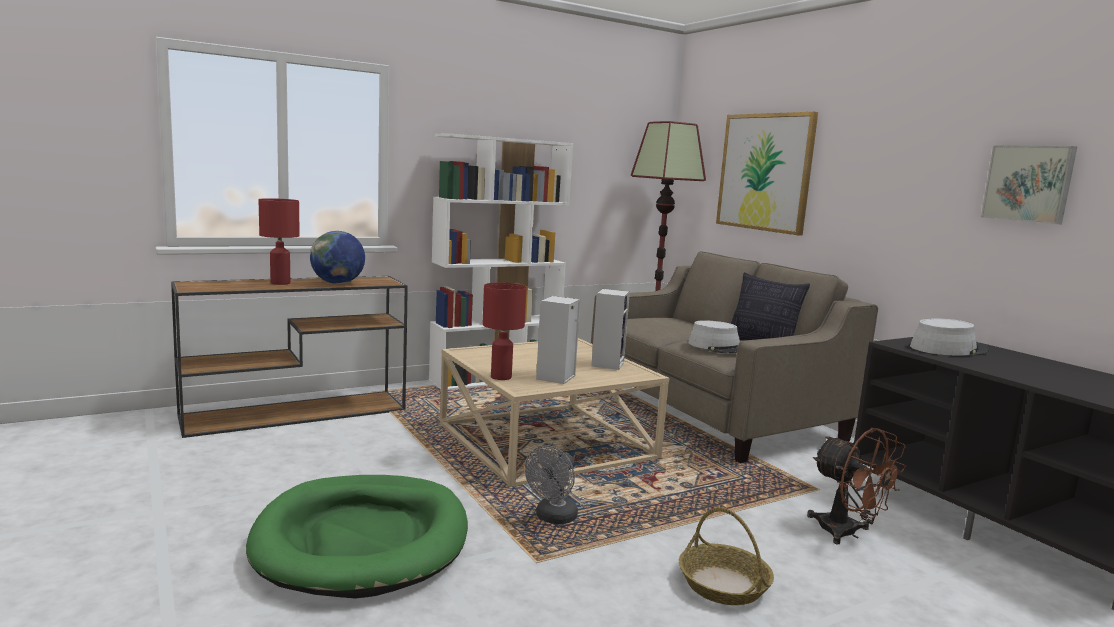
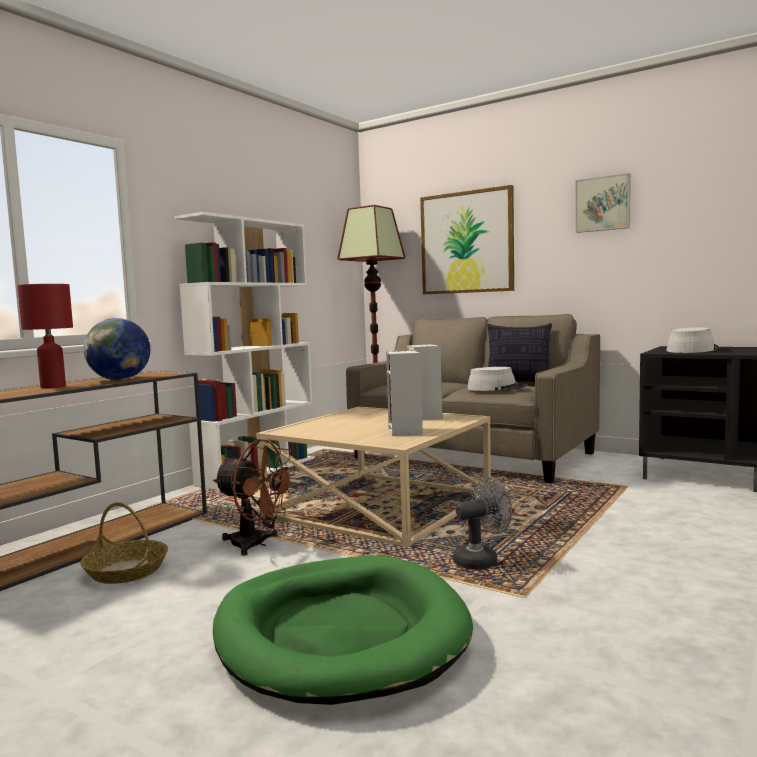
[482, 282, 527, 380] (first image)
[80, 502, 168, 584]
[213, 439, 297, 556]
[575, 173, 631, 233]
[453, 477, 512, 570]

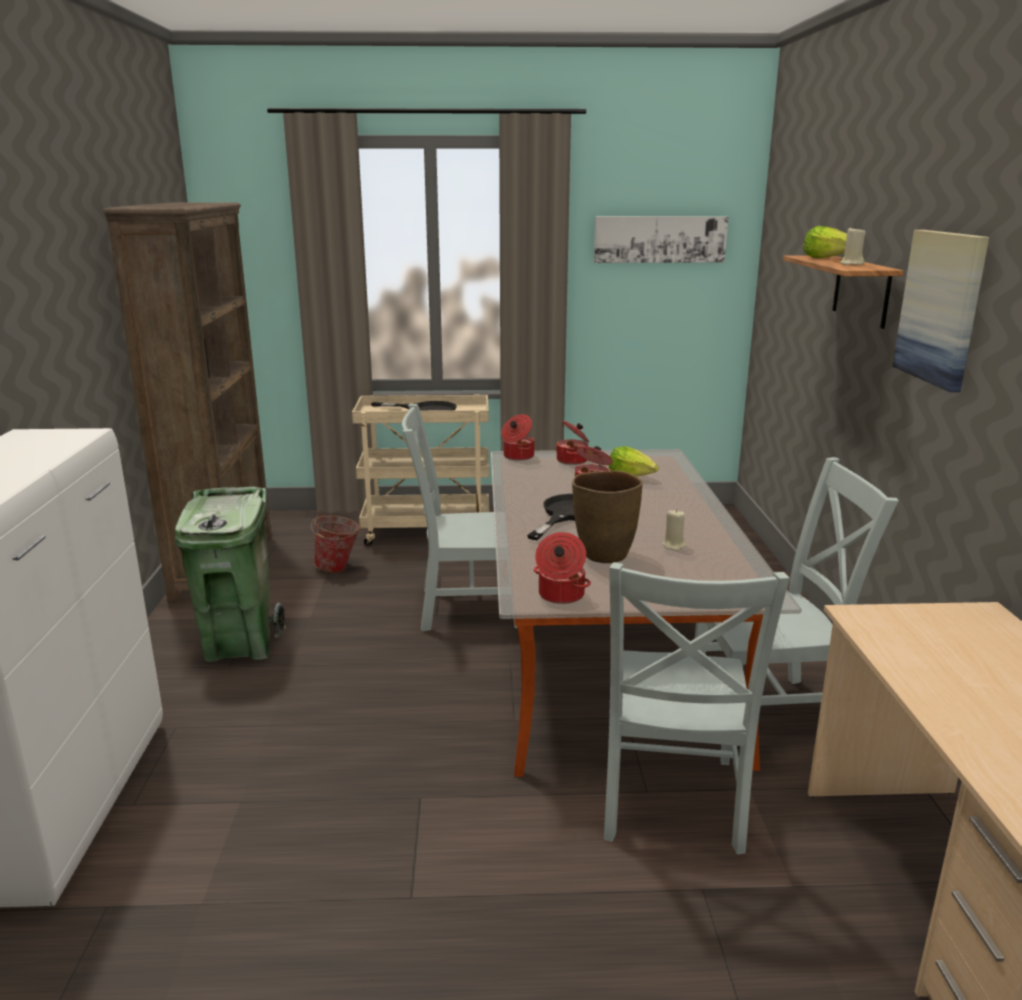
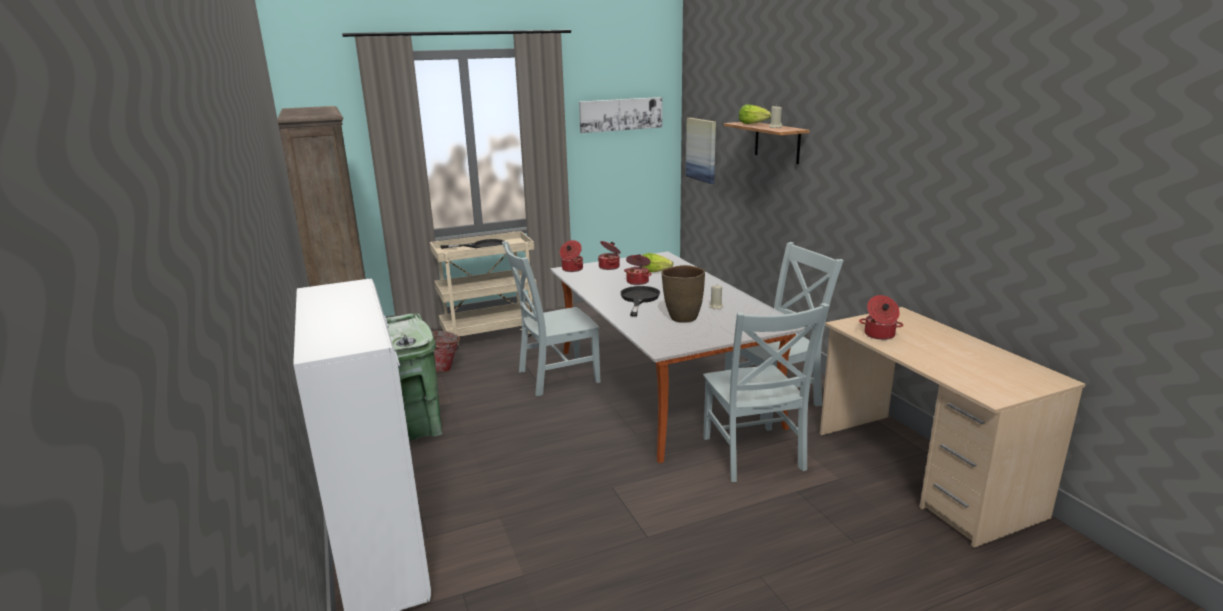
[859, 295, 903, 340]
[686, 118, 716, 184]

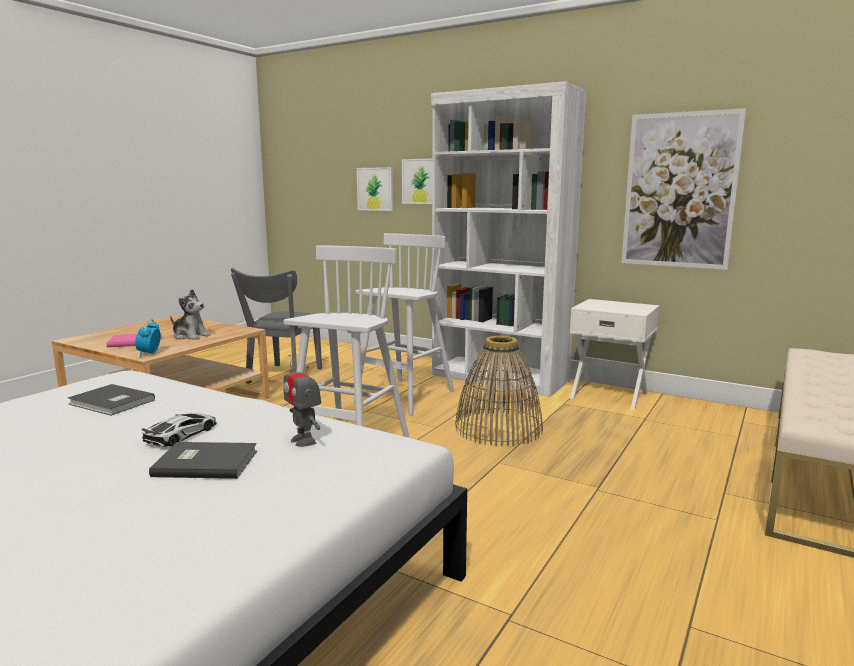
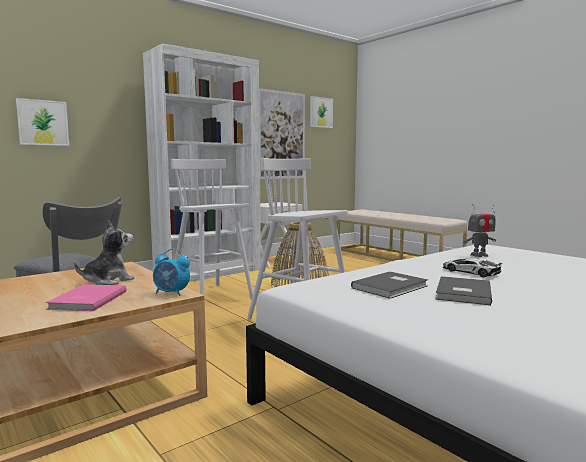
[436, 276, 492, 305]
[310, 96, 333, 128]

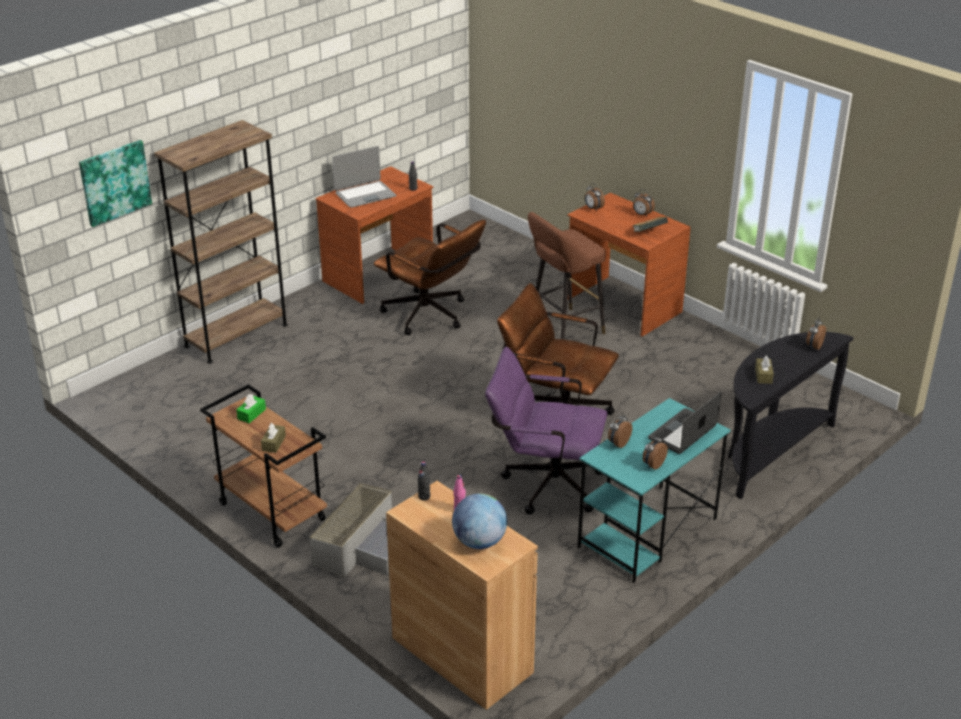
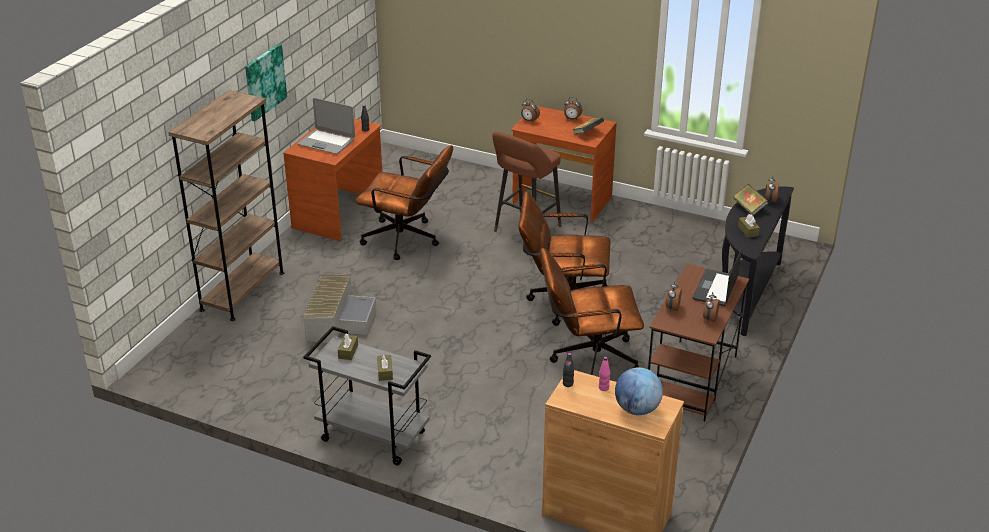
[733, 184, 769, 216]
[245, 43, 287, 121]
[303, 274, 377, 343]
[304, 326, 431, 465]
[338, 333, 358, 360]
[540, 248, 644, 375]
[648, 264, 749, 422]
[297, 98, 355, 154]

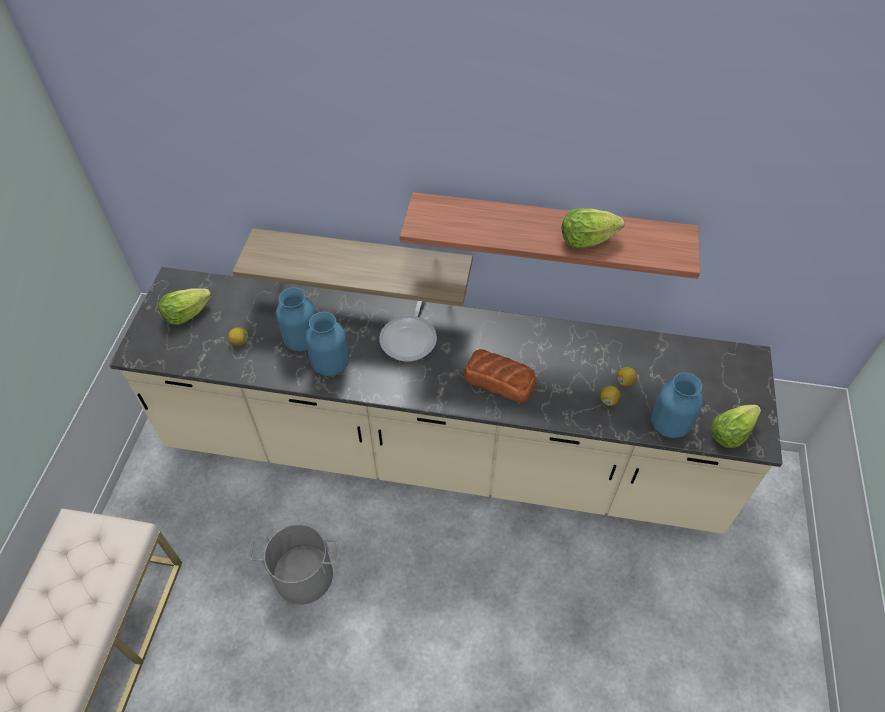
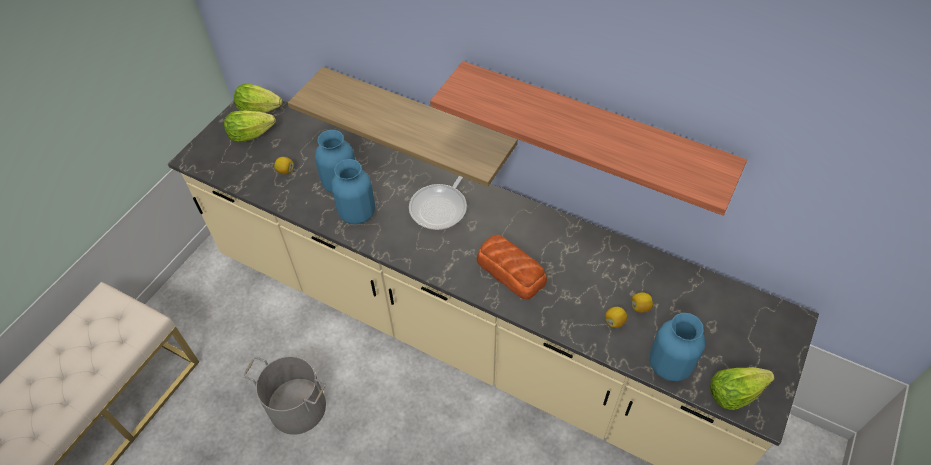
[234, 83, 282, 113]

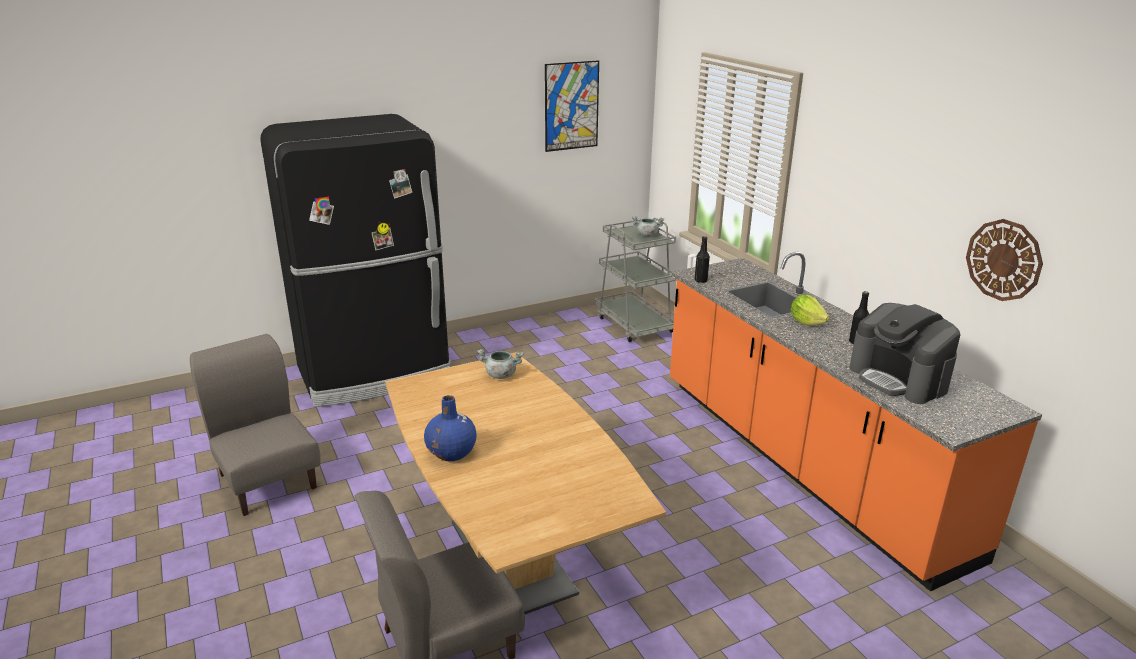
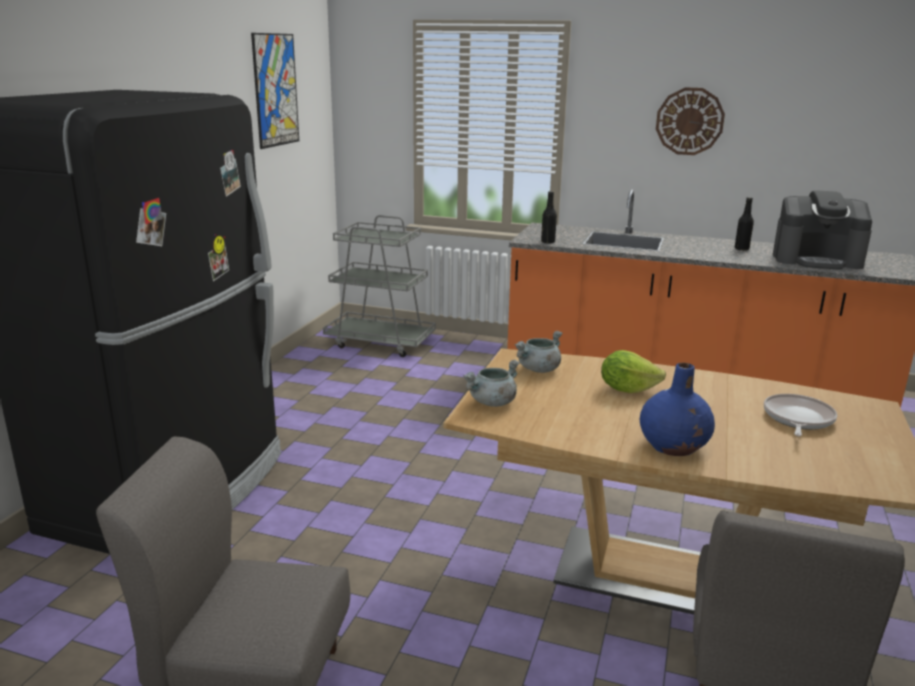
[764, 394, 837, 436]
[463, 360, 520, 407]
[601, 350, 666, 393]
[656, 87, 725, 155]

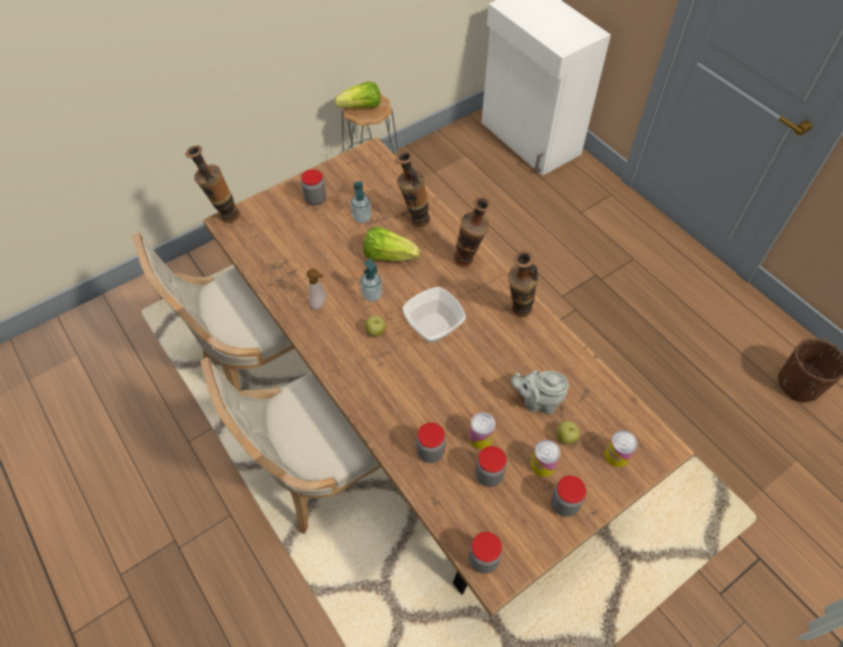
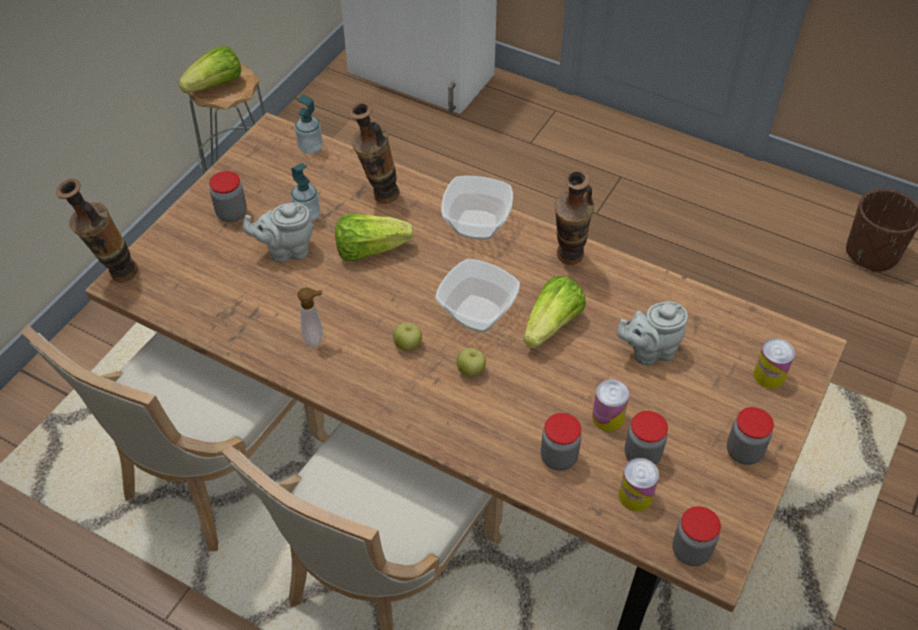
[243, 203, 314, 263]
[524, 276, 586, 348]
[295, 94, 323, 154]
[619, 458, 659, 512]
[456, 348, 486, 377]
[441, 175, 513, 240]

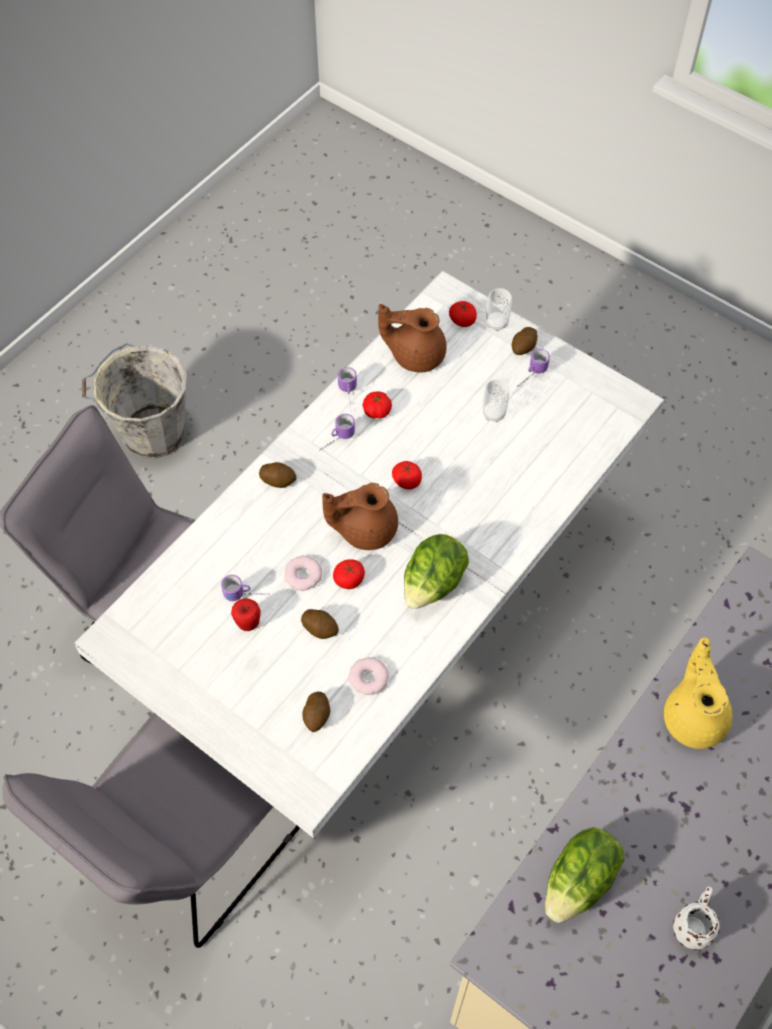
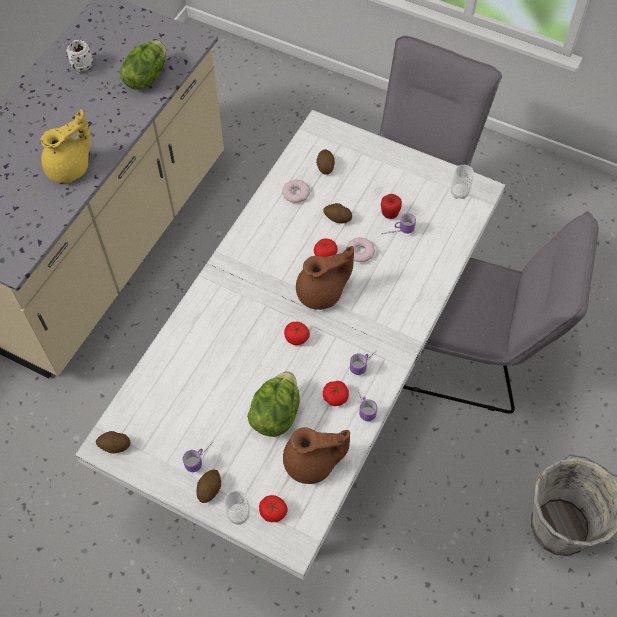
[96, 431, 131, 453]
[247, 371, 300, 437]
[451, 165, 474, 199]
[40, 109, 91, 183]

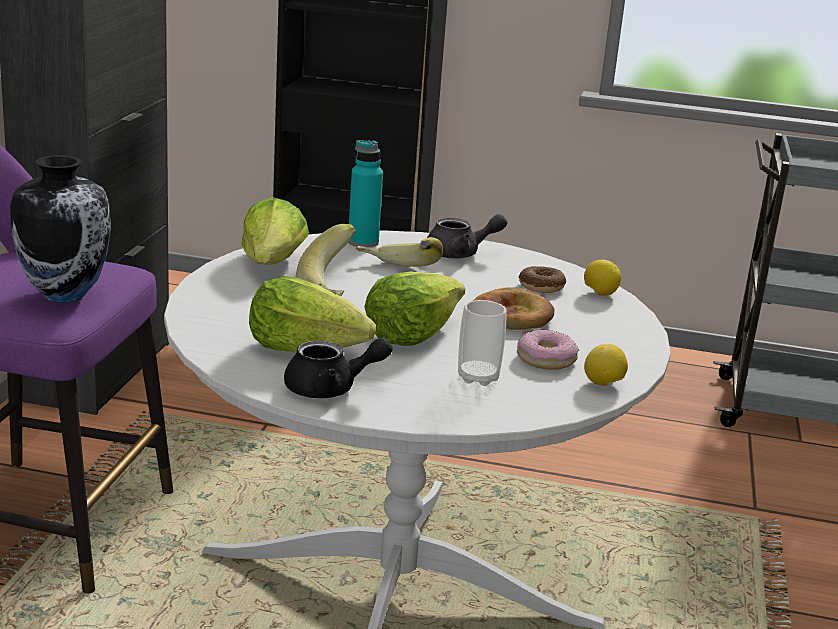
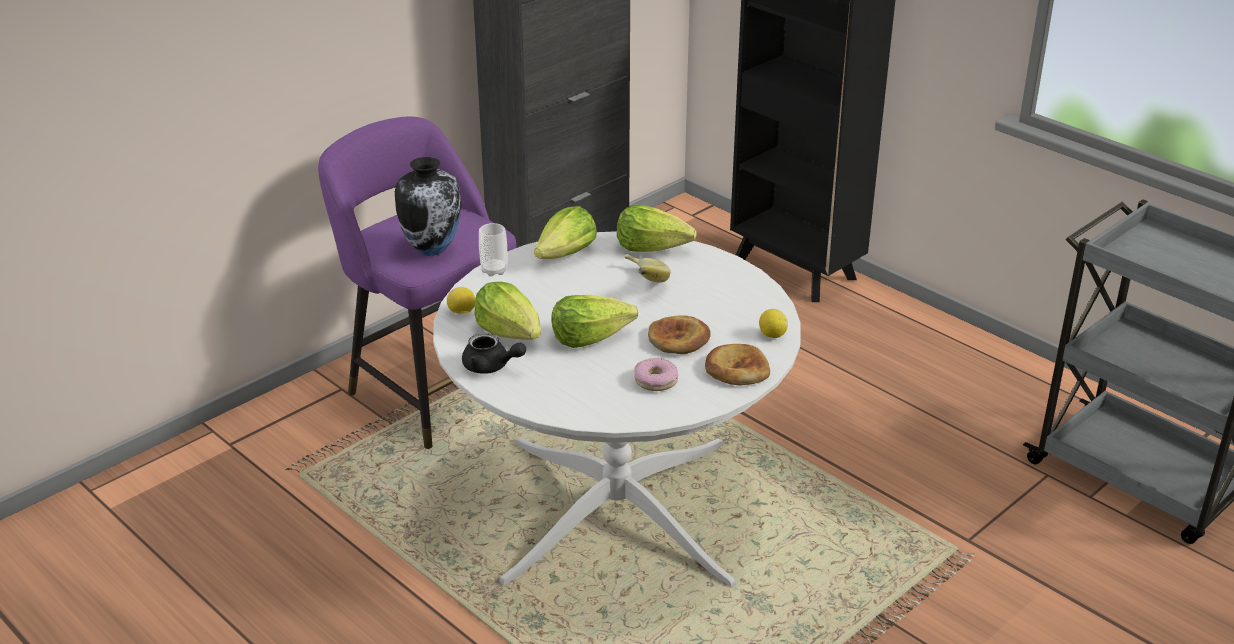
[296, 224, 356, 297] (first image)
[427, 214, 507, 259] (first image)
[518, 266, 566, 293] (first image)
[705, 344, 770, 385]
[479, 223, 507, 276]
[447, 287, 475, 314]
[617, 204, 697, 252]

